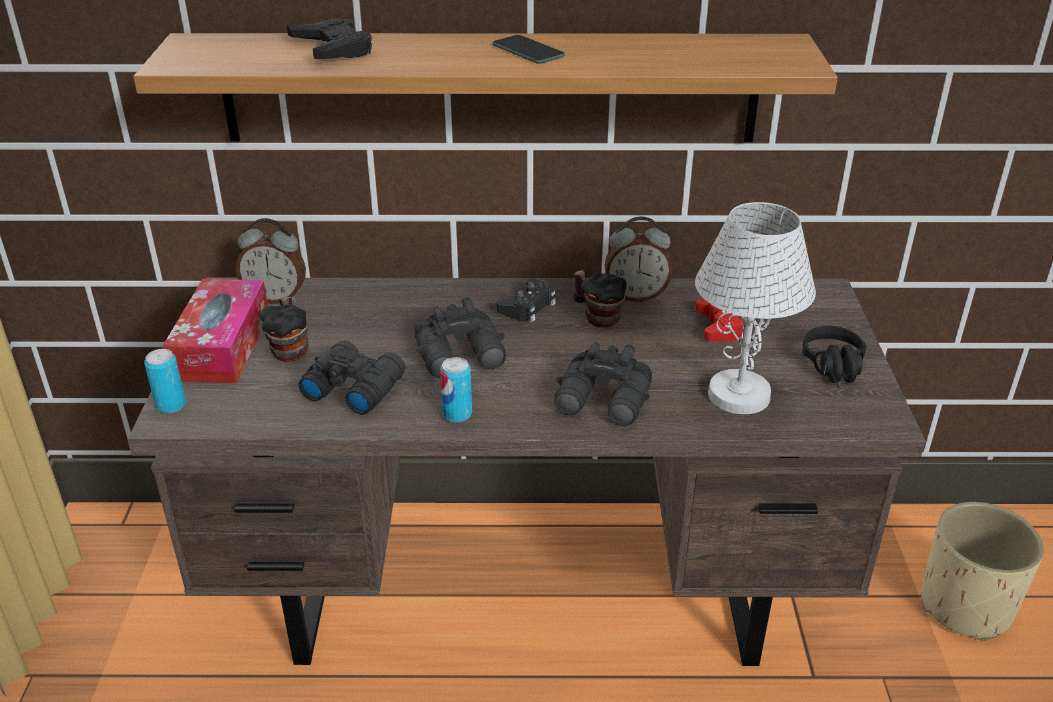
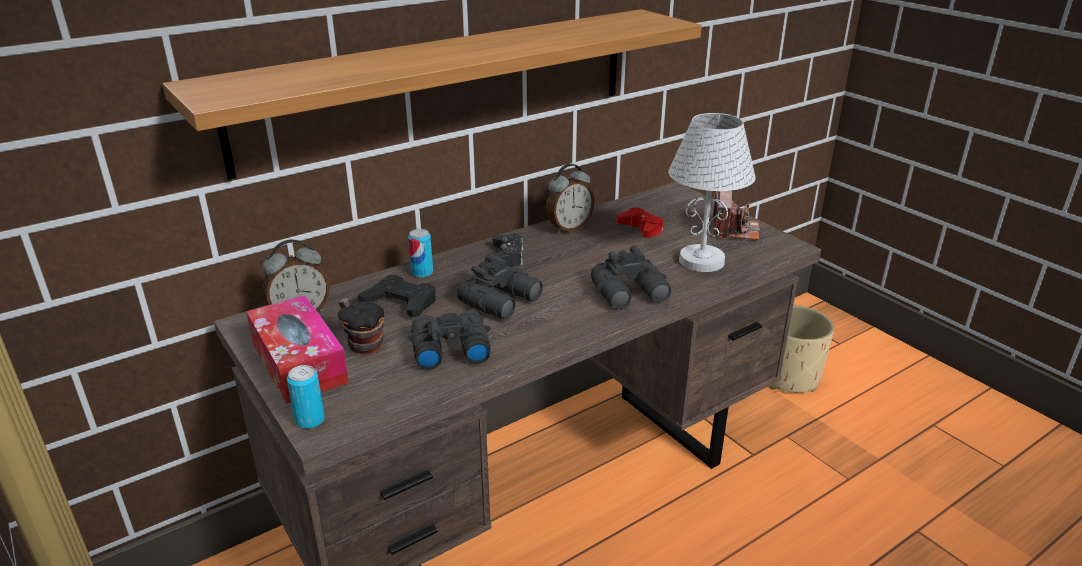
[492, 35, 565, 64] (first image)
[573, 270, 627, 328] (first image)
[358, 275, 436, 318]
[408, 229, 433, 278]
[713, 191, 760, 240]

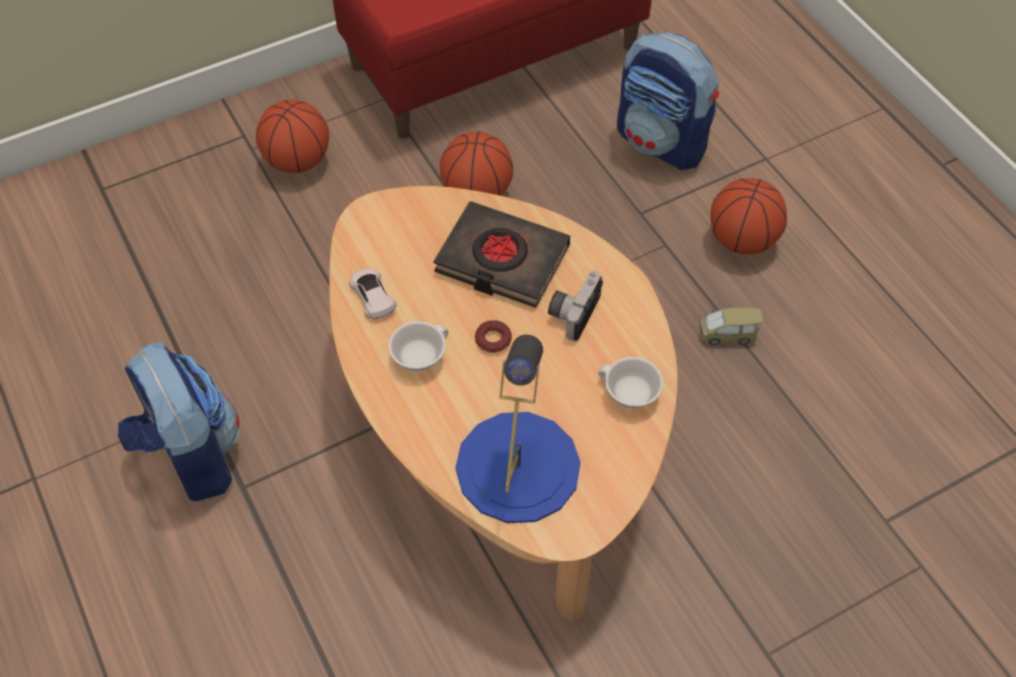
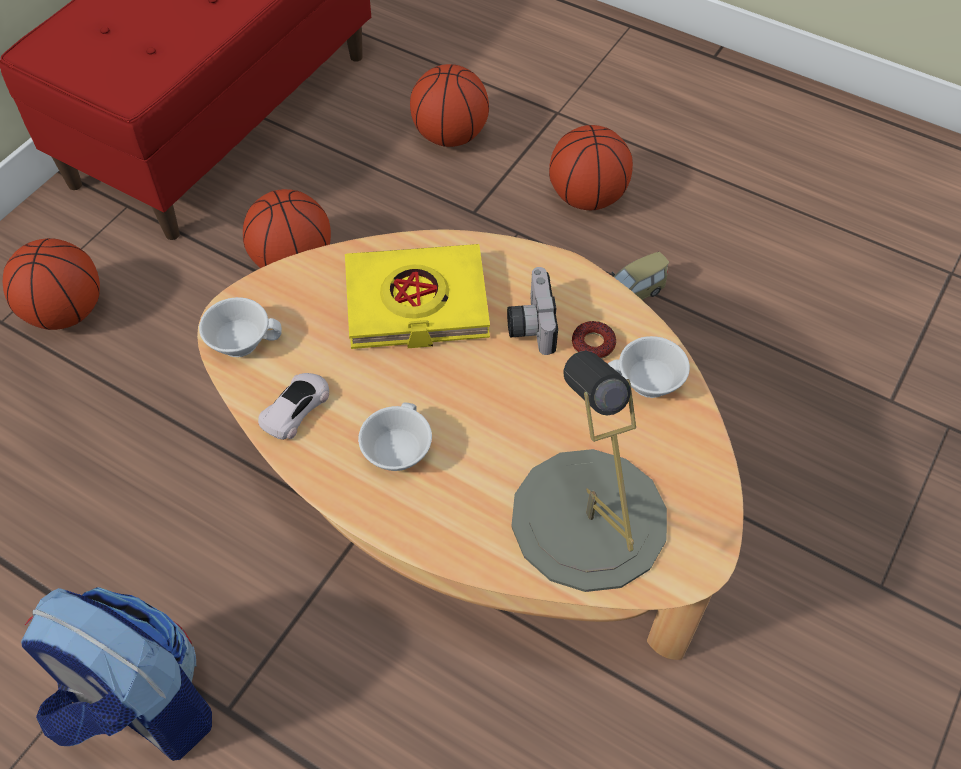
[199, 297, 282, 357]
[572, 321, 616, 359]
[410, 64, 489, 147]
[345, 244, 490, 349]
[512, 351, 667, 592]
[258, 373, 329, 440]

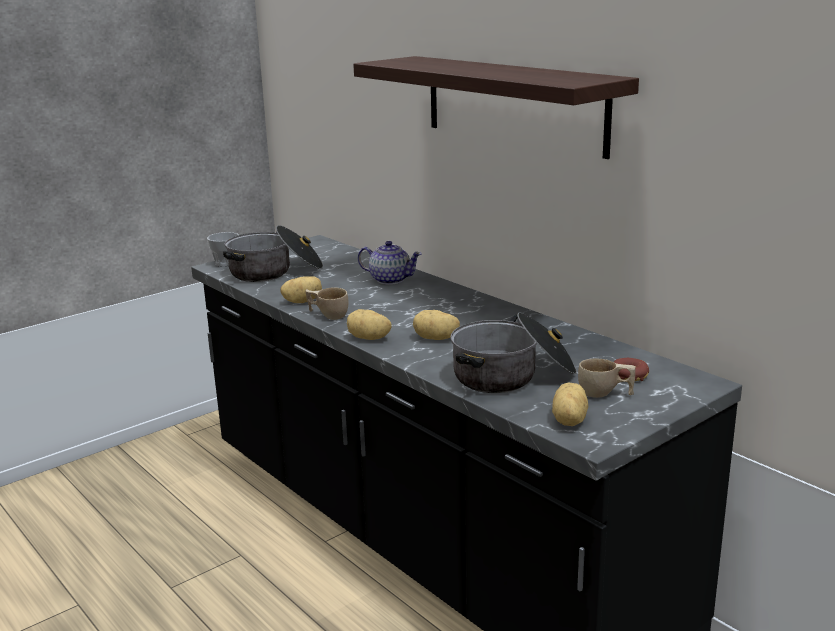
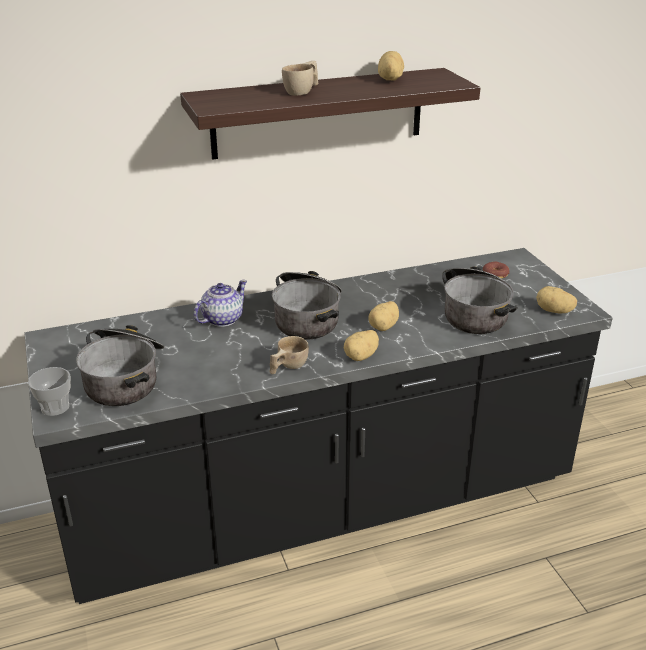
[272, 271, 342, 340]
[378, 51, 404, 81]
[282, 61, 318, 95]

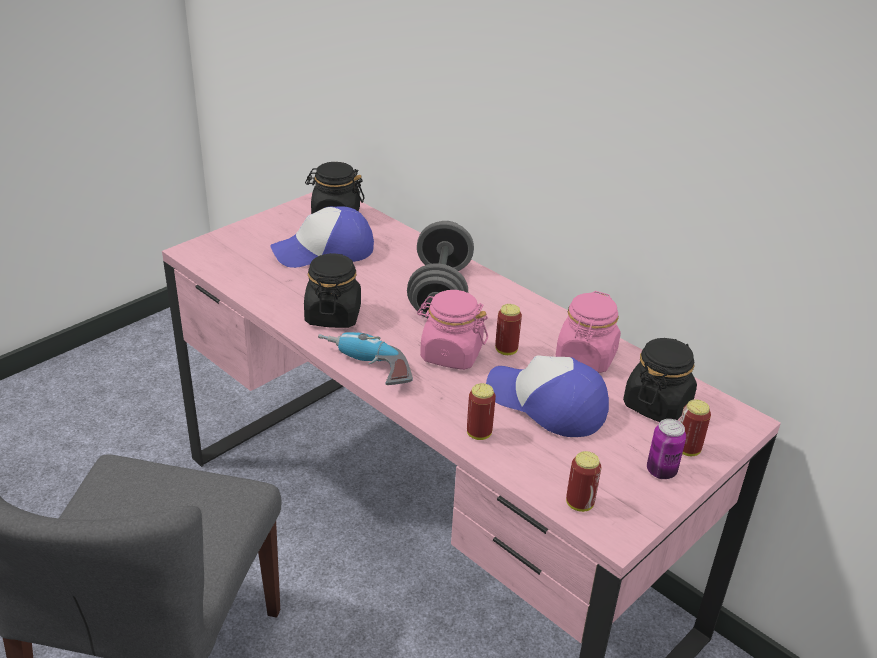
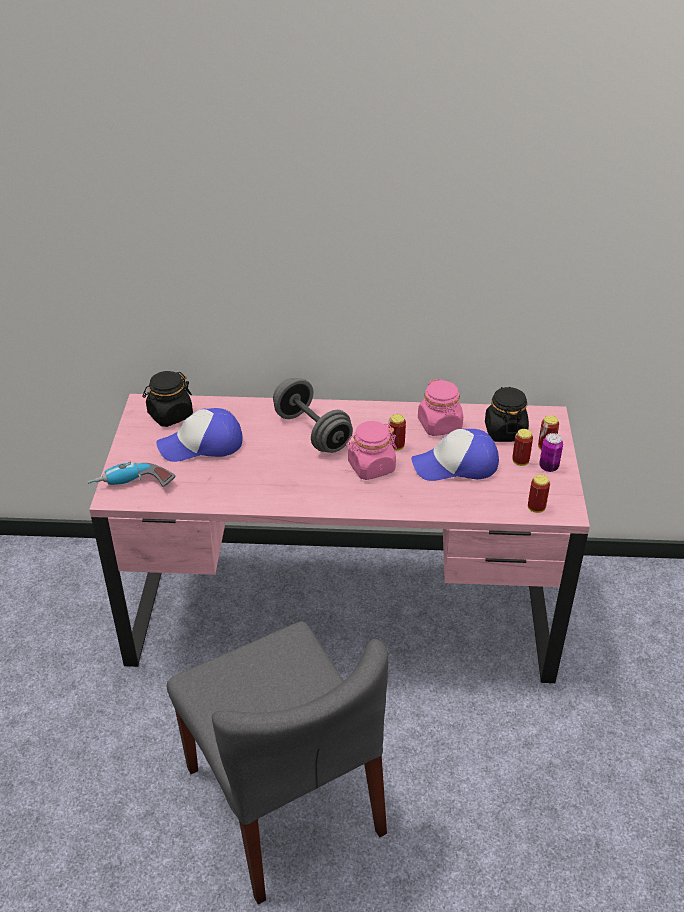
[304, 253, 361, 328] (first image)
[87, 462, 175, 487]
[512, 429, 533, 466]
[156, 408, 242, 462]

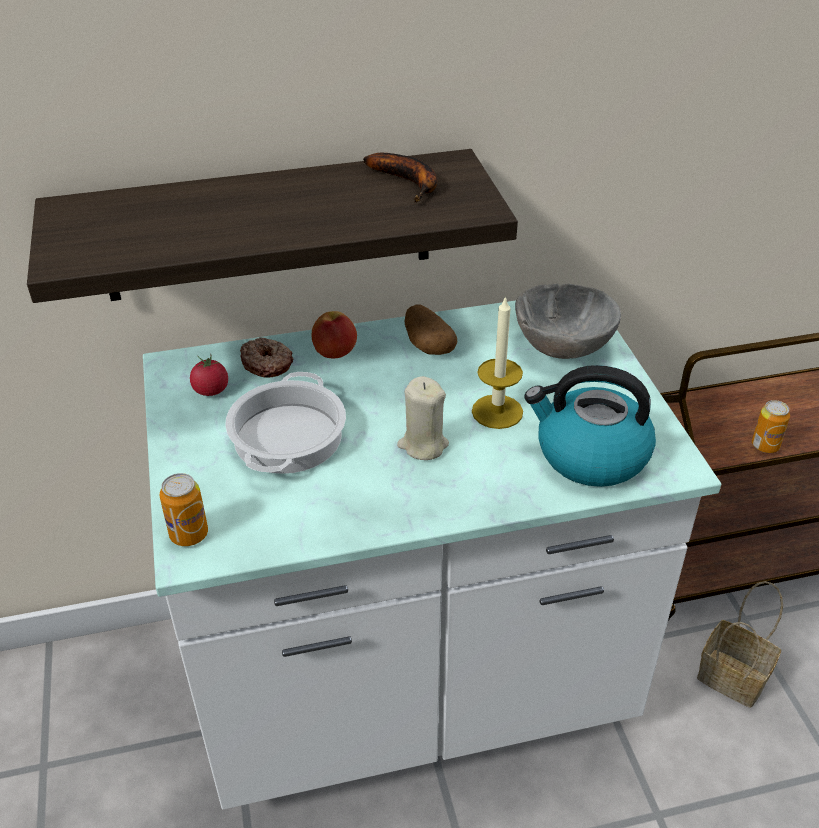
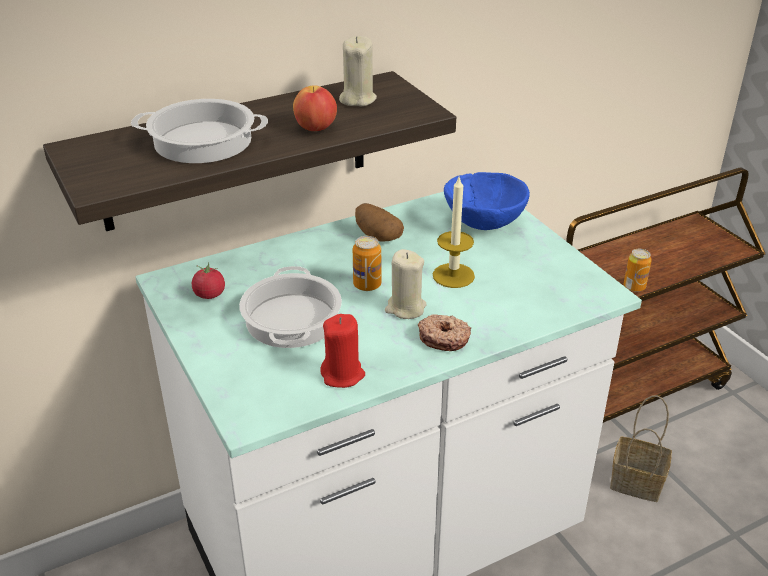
[524, 365, 656, 487] (first image)
[131, 99, 268, 163]
[320, 314, 365, 388]
[353, 236, 382, 291]
[418, 314, 471, 351]
[293, 85, 337, 131]
[339, 36, 377, 106]
[444, 172, 530, 230]

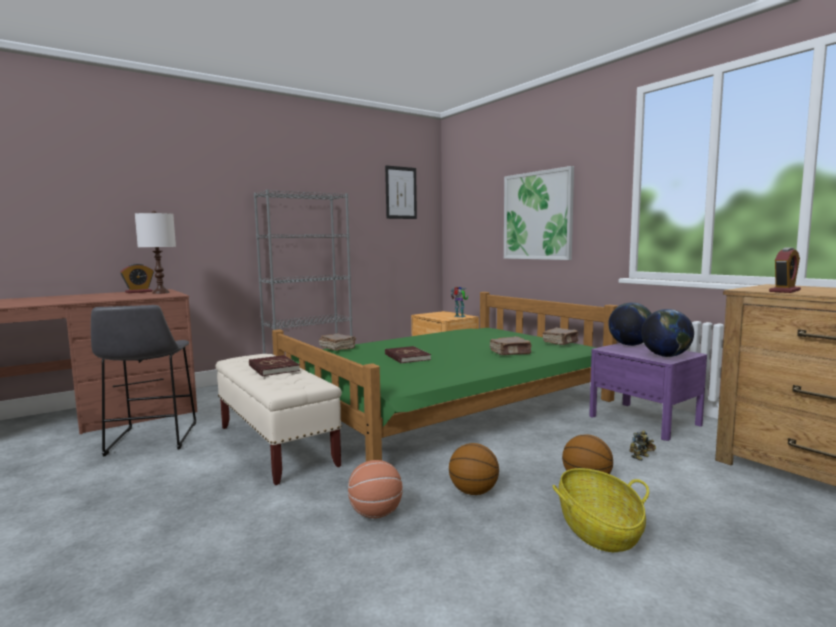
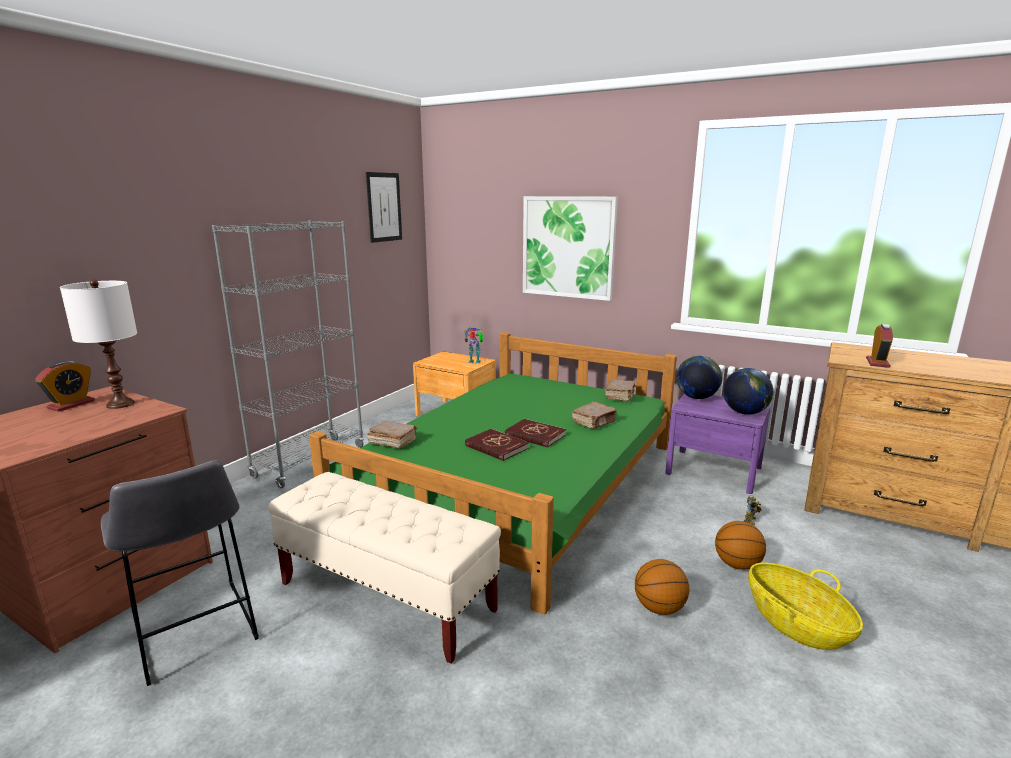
[348, 460, 402, 518] (first image)
[505, 419, 566, 447]

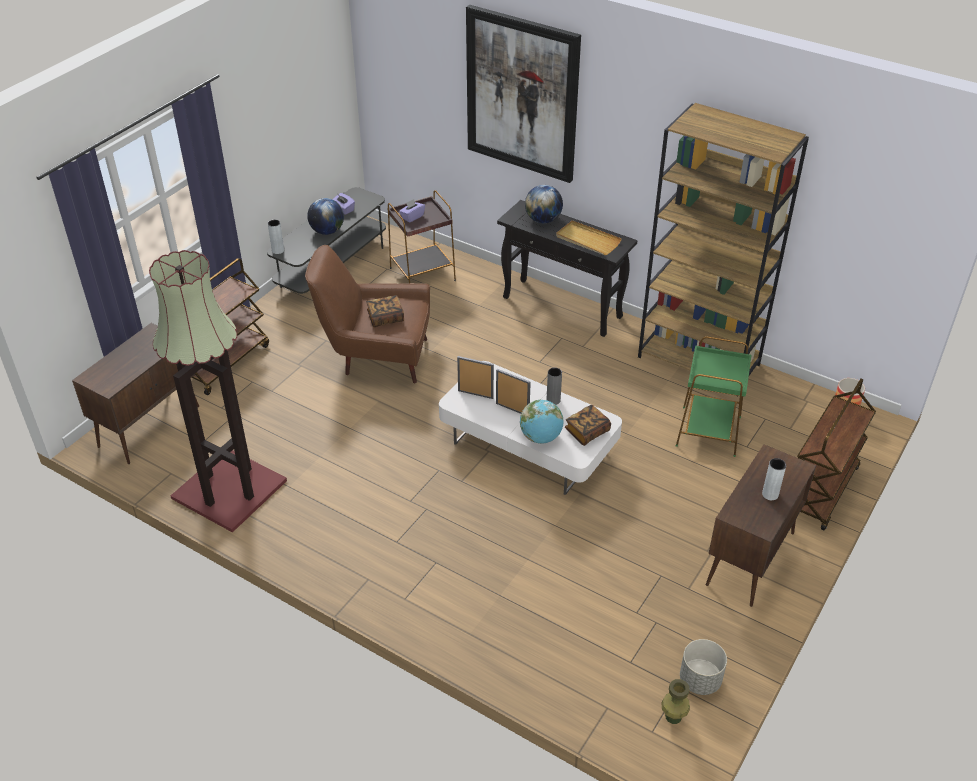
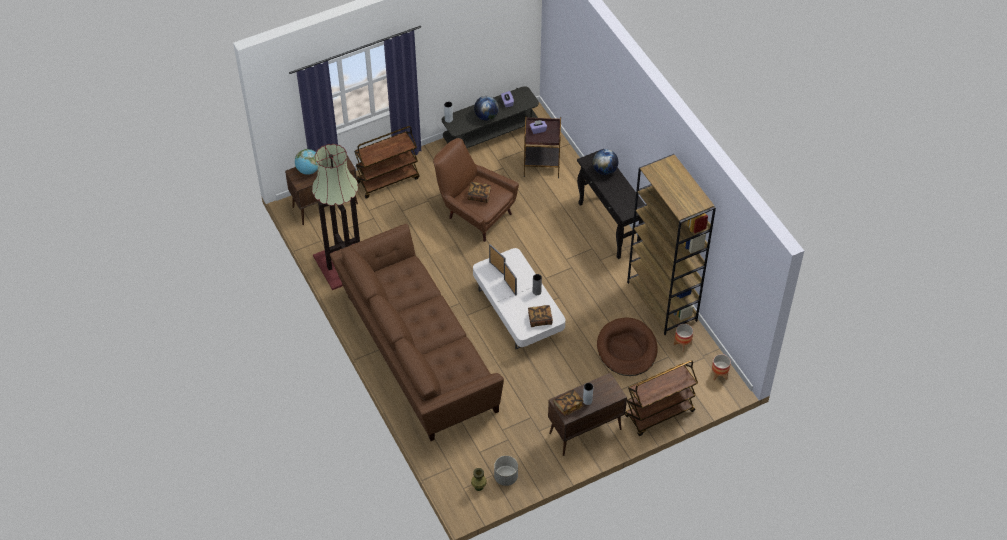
[466, 5, 581, 183] (first image)
[556, 220, 622, 255] (first image)
[330, 223, 504, 441]
[554, 389, 583, 416]
[674, 324, 693, 352]
[295, 149, 318, 175]
[597, 318, 658, 376]

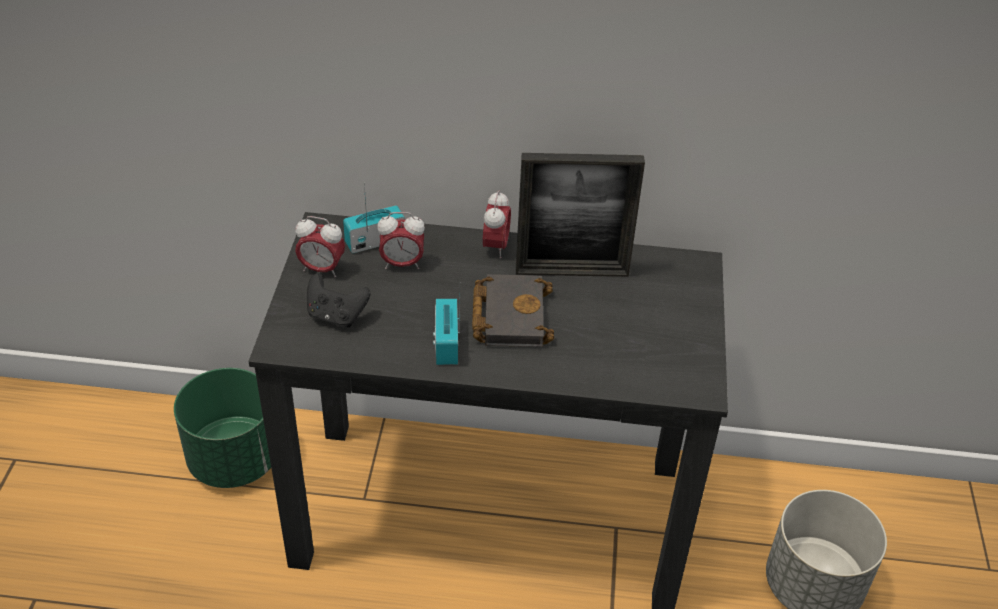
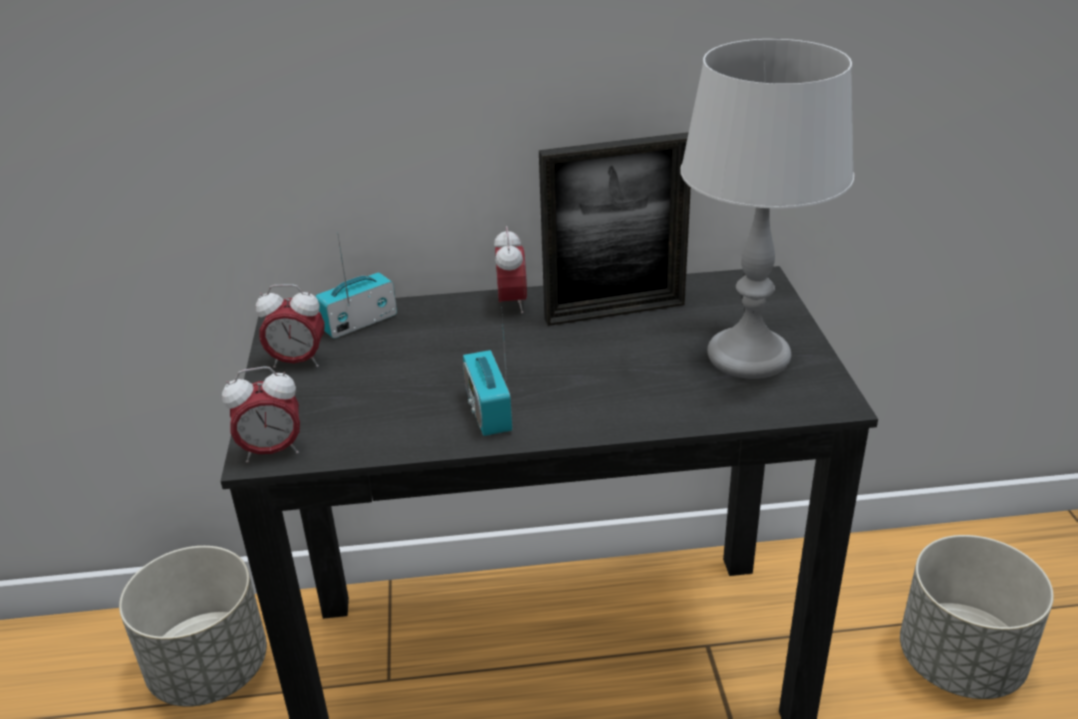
[307, 273, 370, 327] (first image)
[472, 274, 554, 347] (first image)
[680, 39, 854, 379]
[222, 366, 300, 463]
[119, 546, 267, 707]

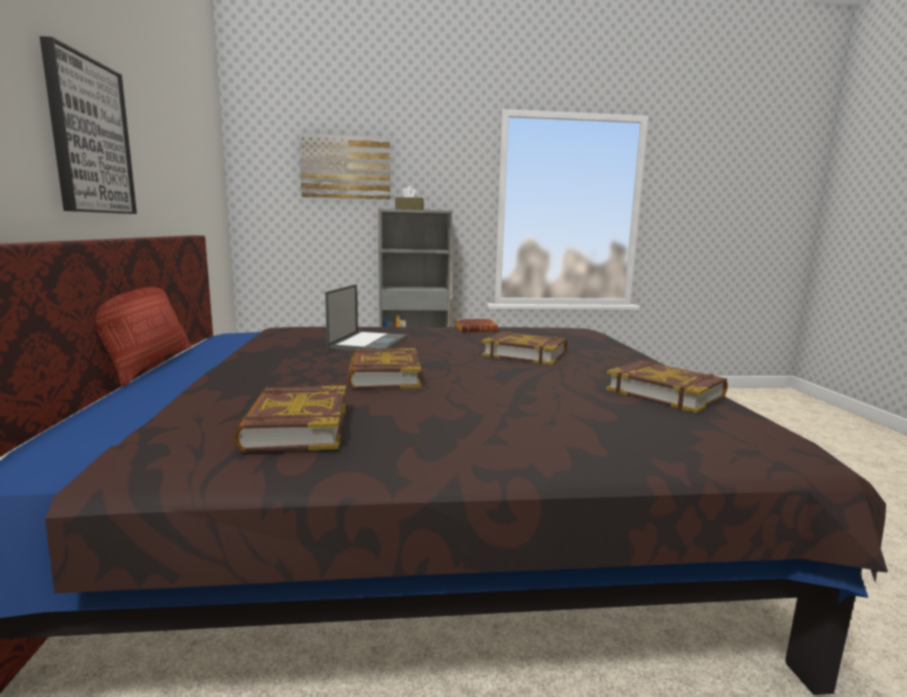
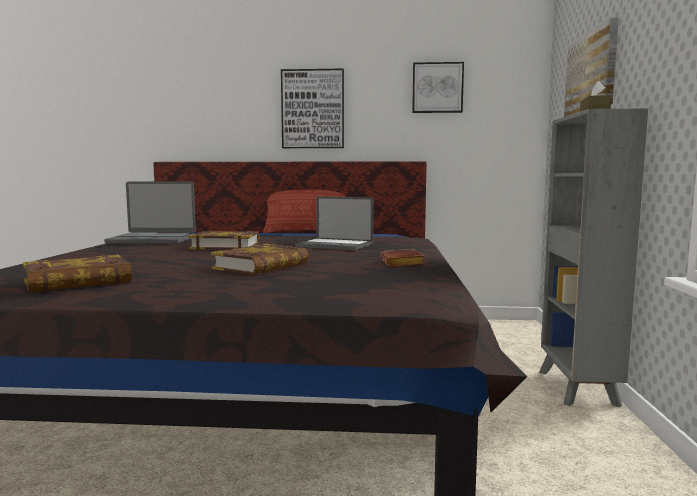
[412, 62, 464, 113]
[104, 182, 196, 244]

